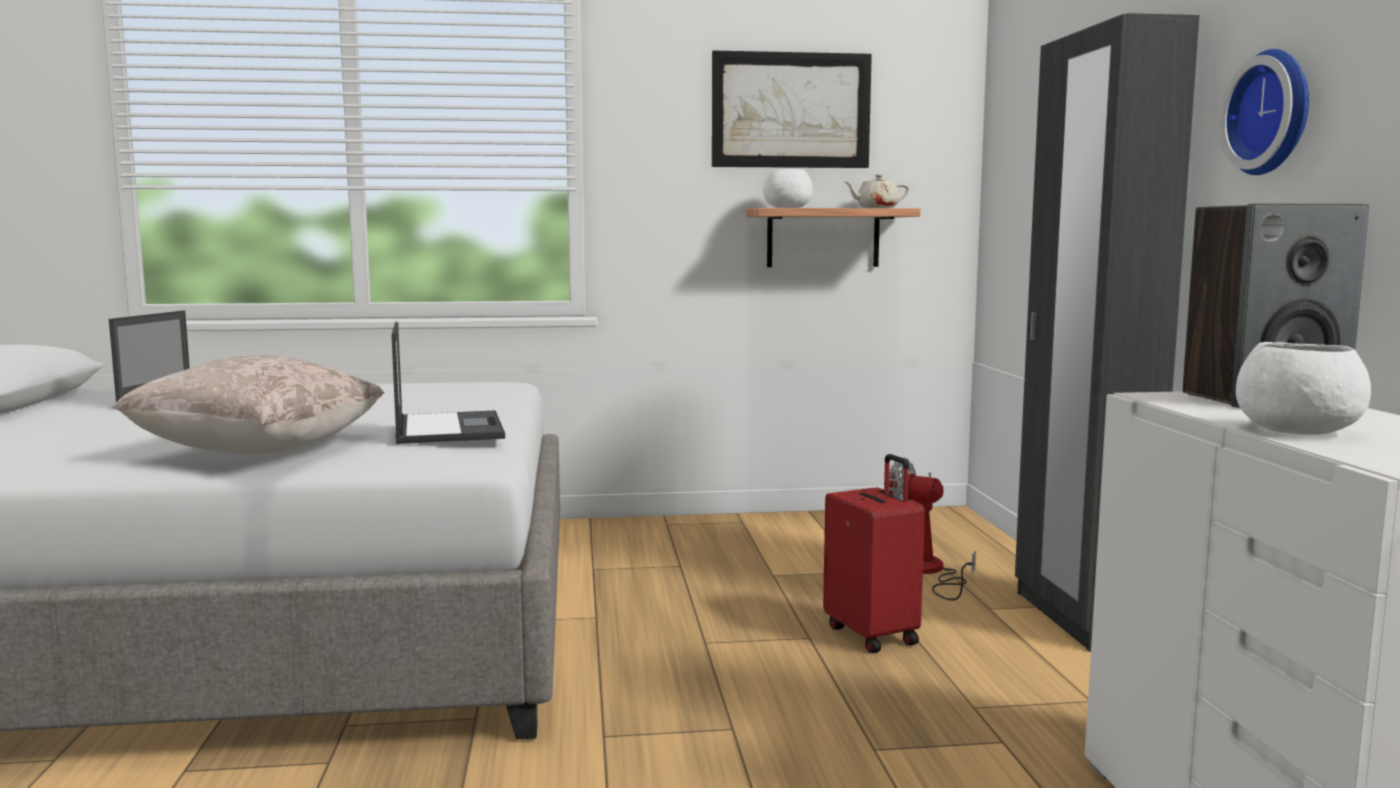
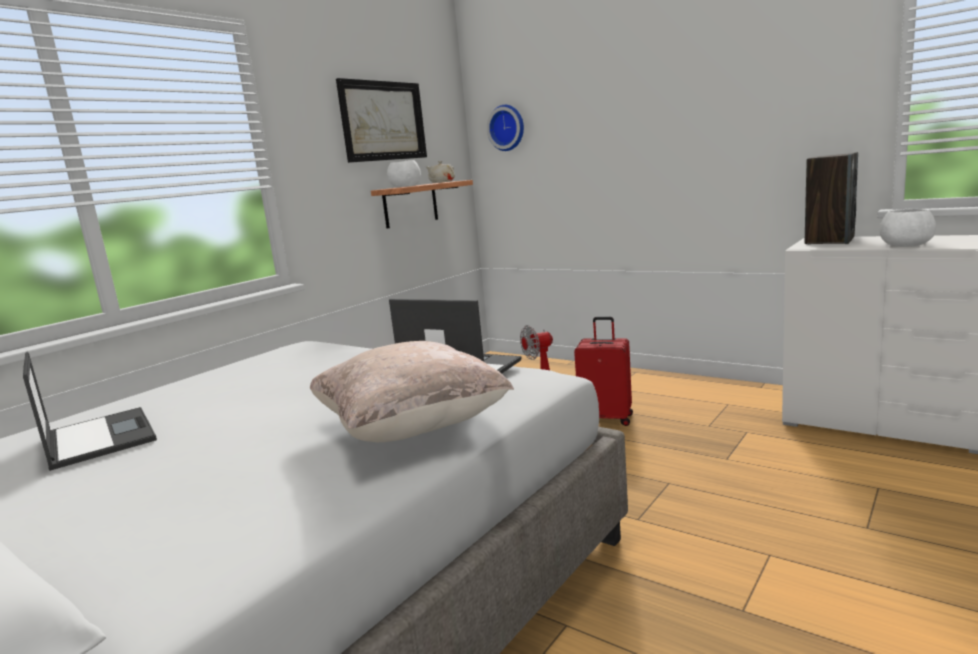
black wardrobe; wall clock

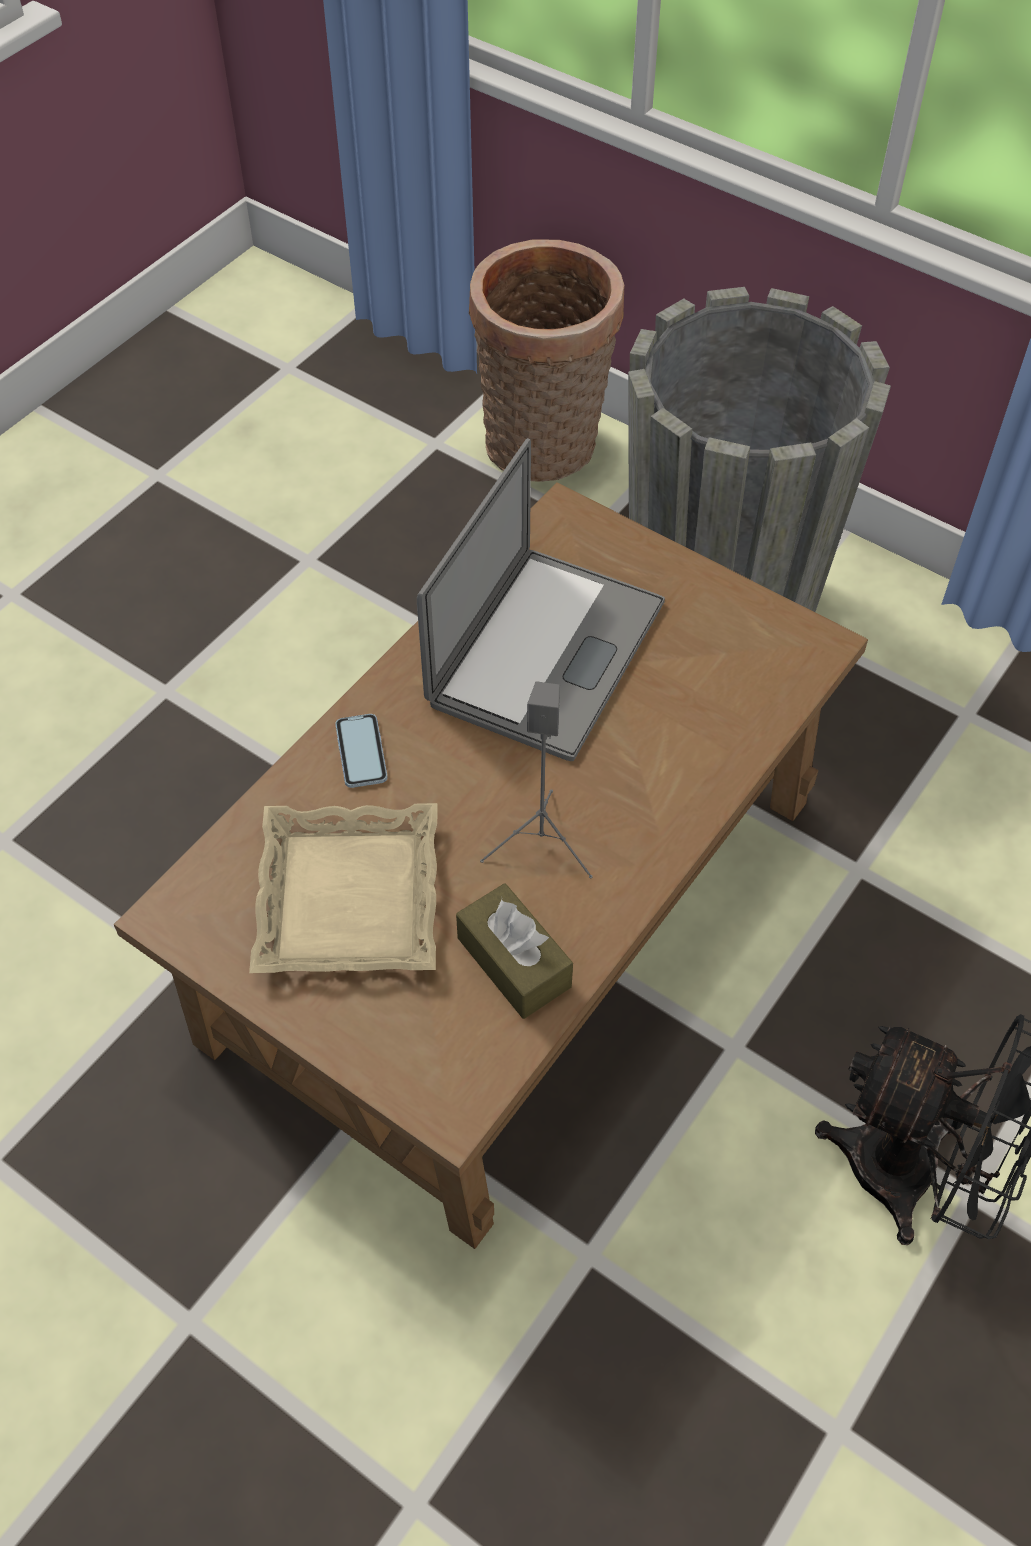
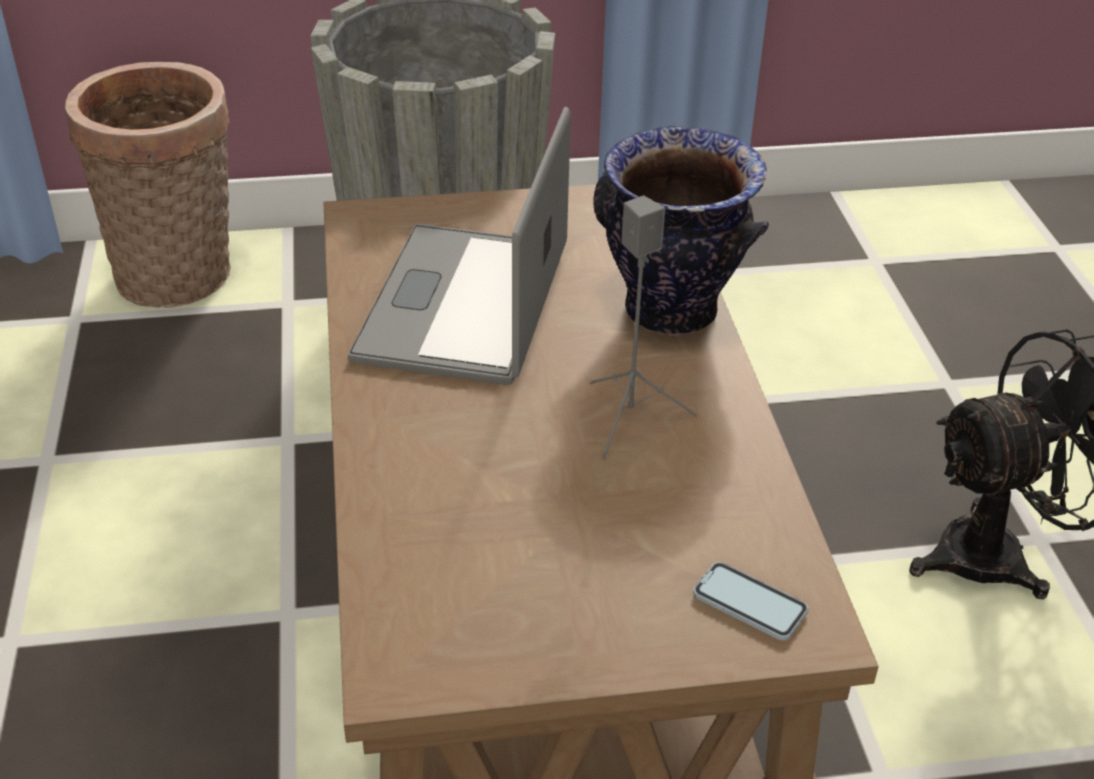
beige tray; brown tissue box; vase; phone; laptop

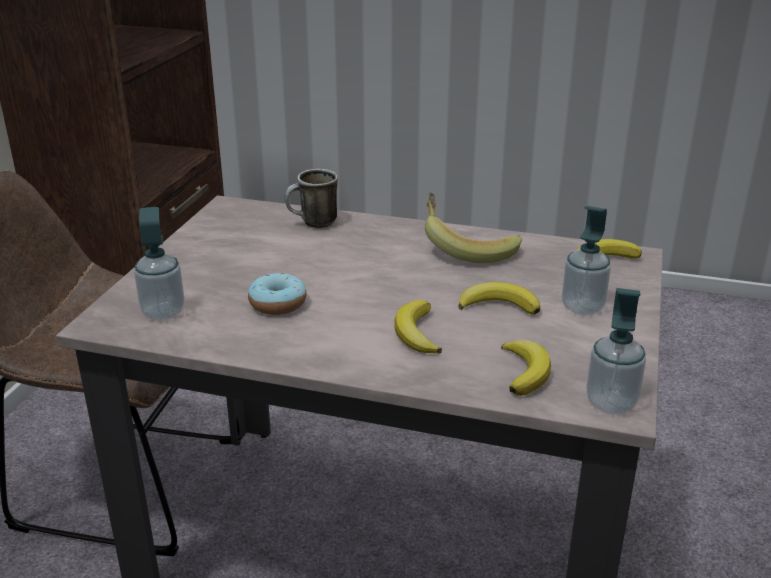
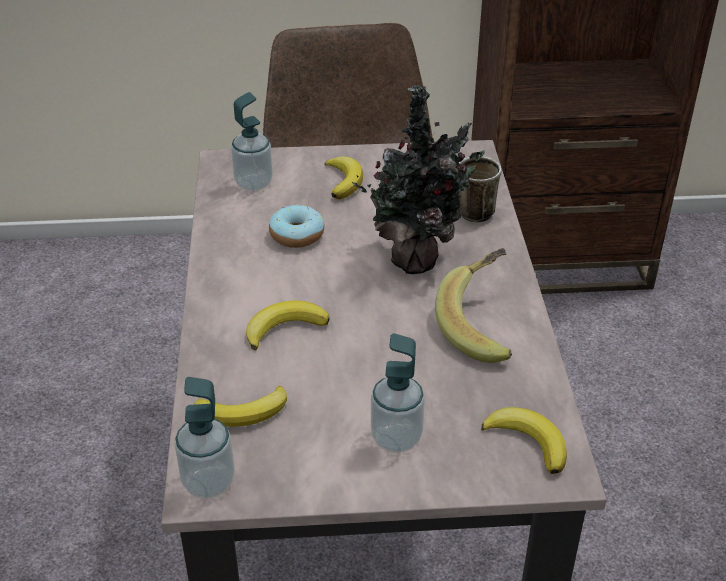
potted plant; banana (3rd from left)

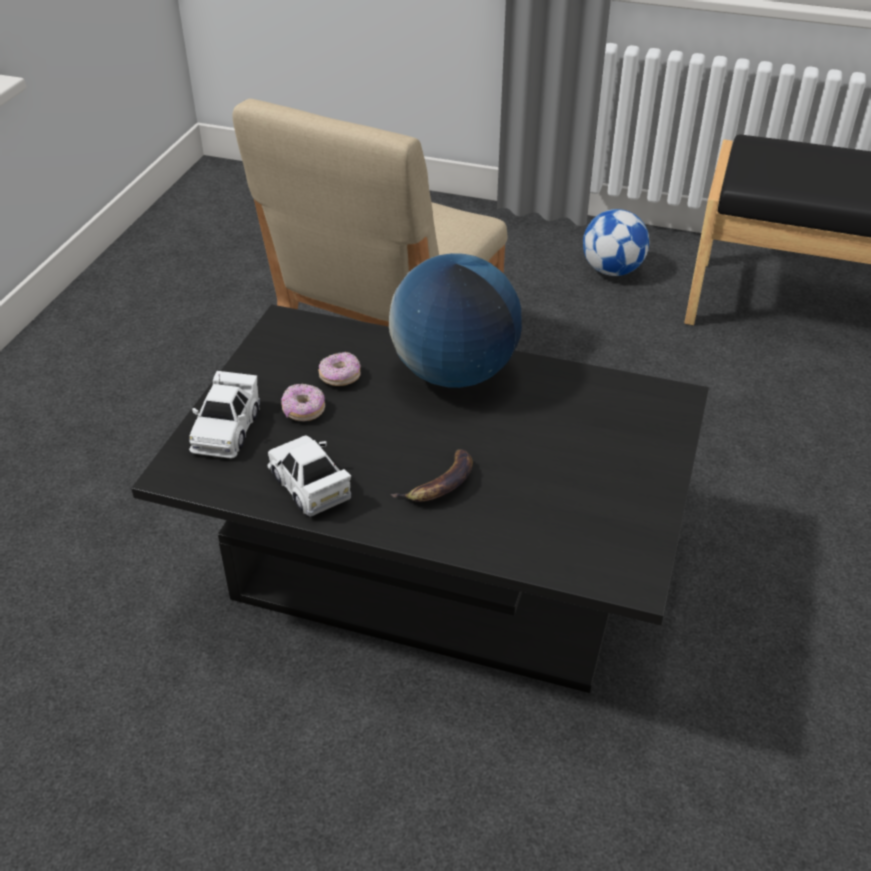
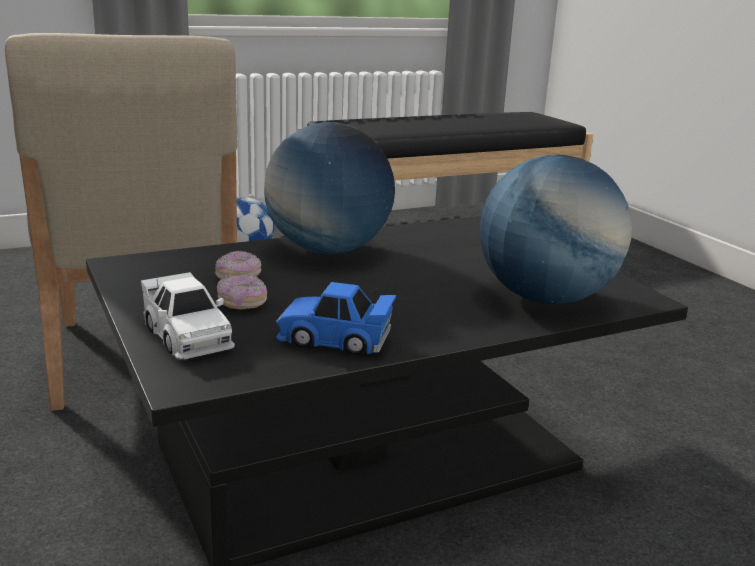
banana; globe (2nd from left); blue toy car

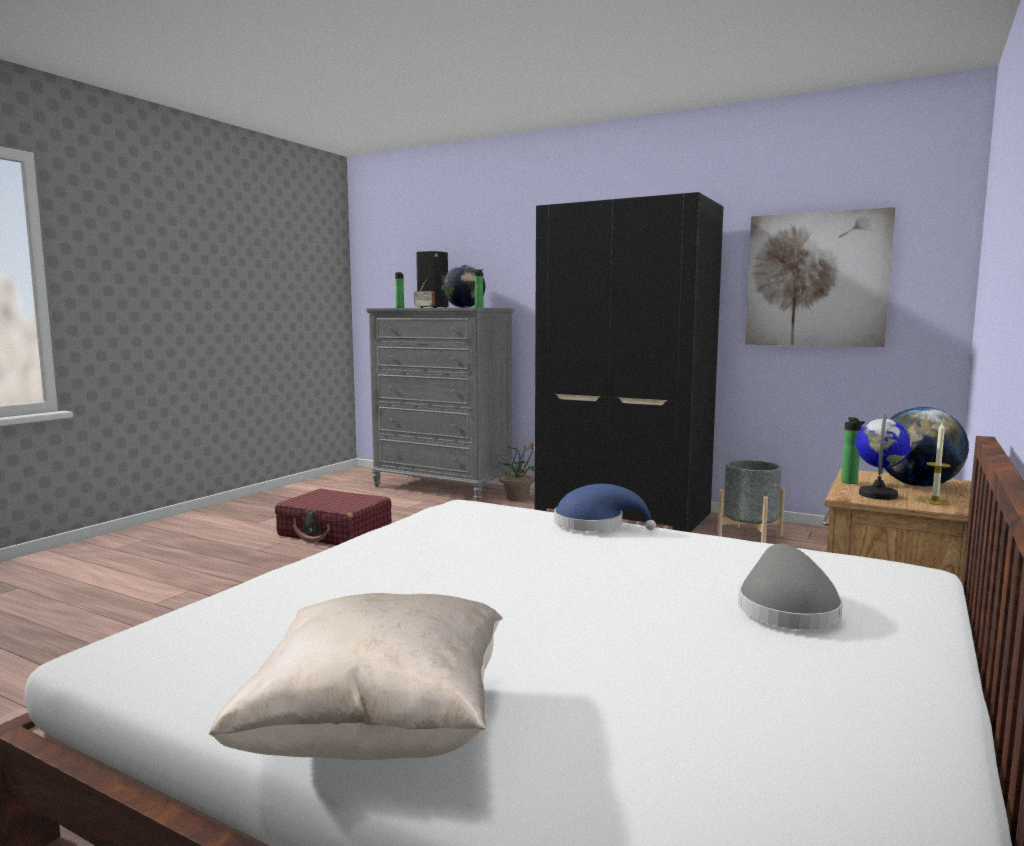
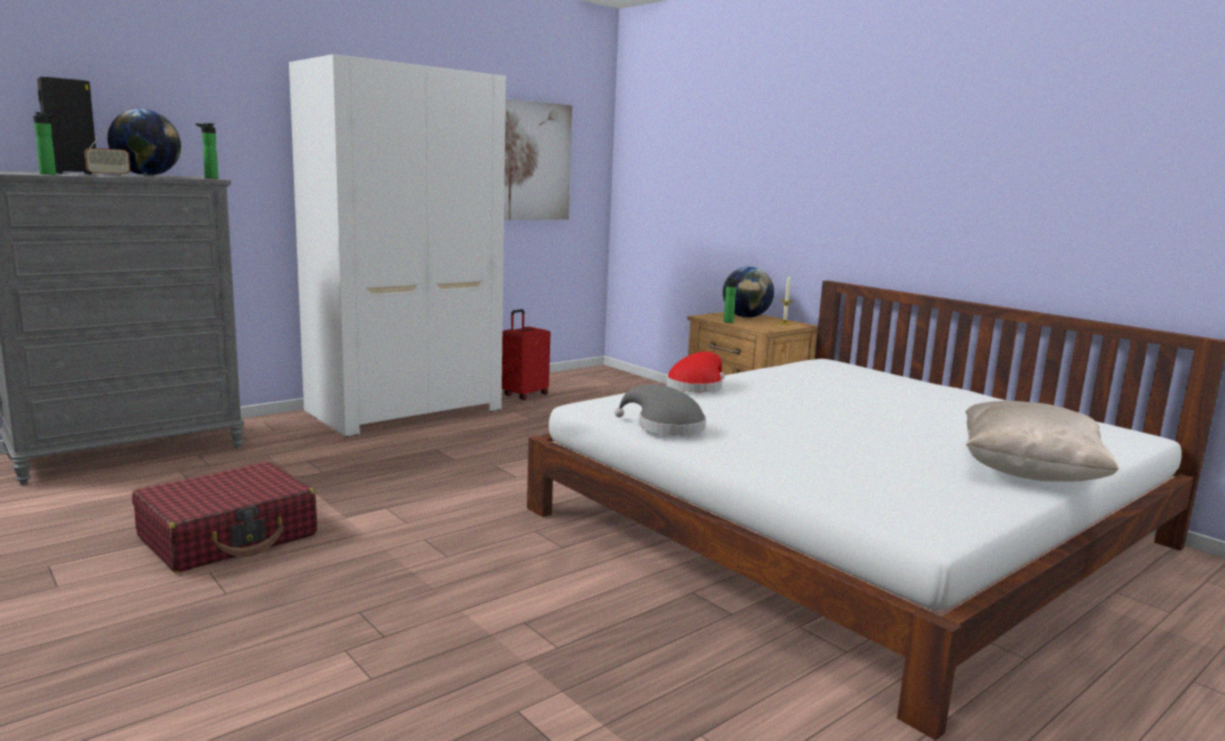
potted plant; globe (2nd from left in the first image); grey hat; red suitcase (2nd from left); white wardrobe; red hat

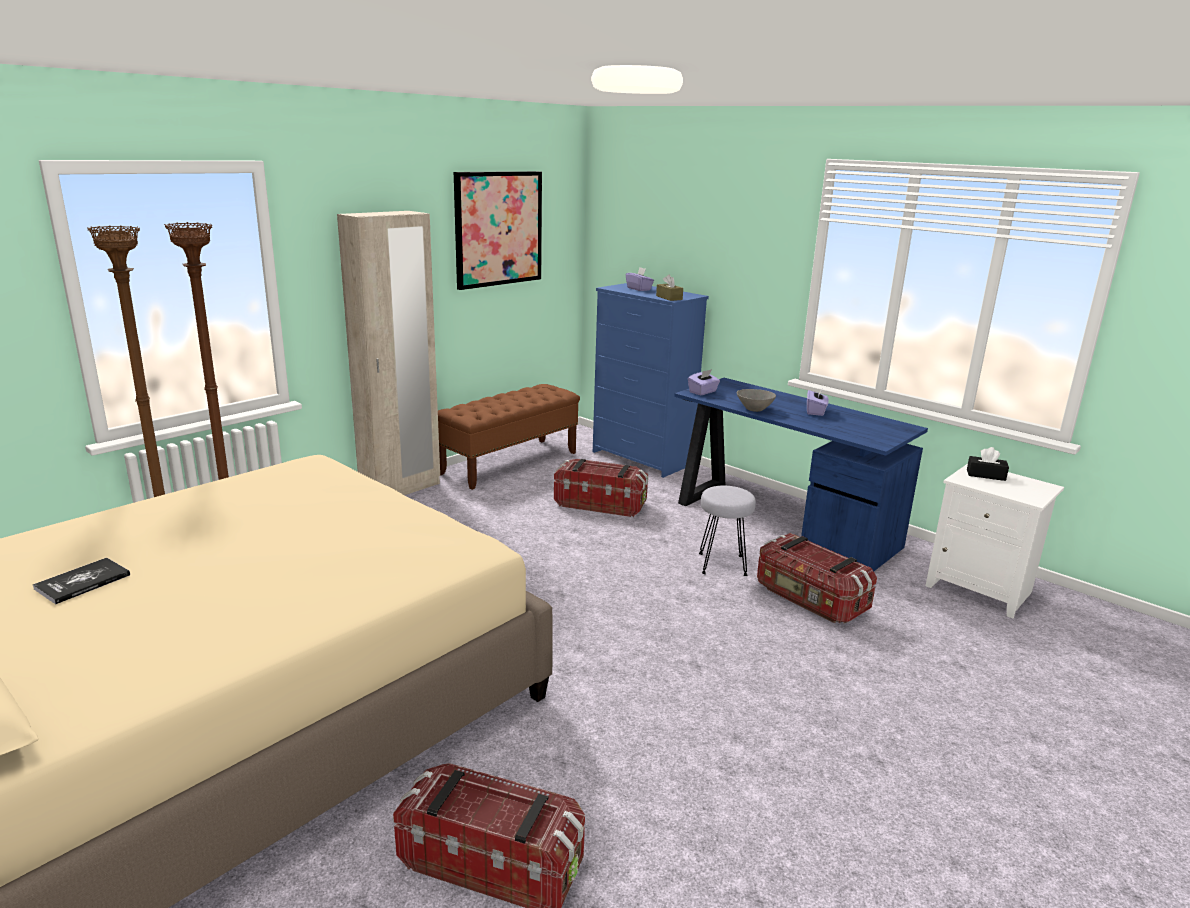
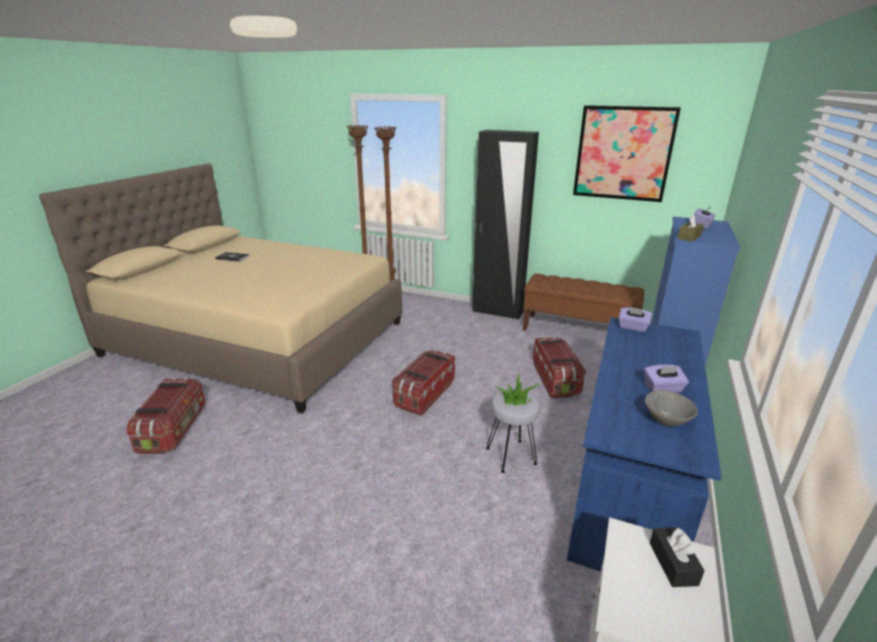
potted plant; grey bowl; storage box (2nd from left); black wardrobe

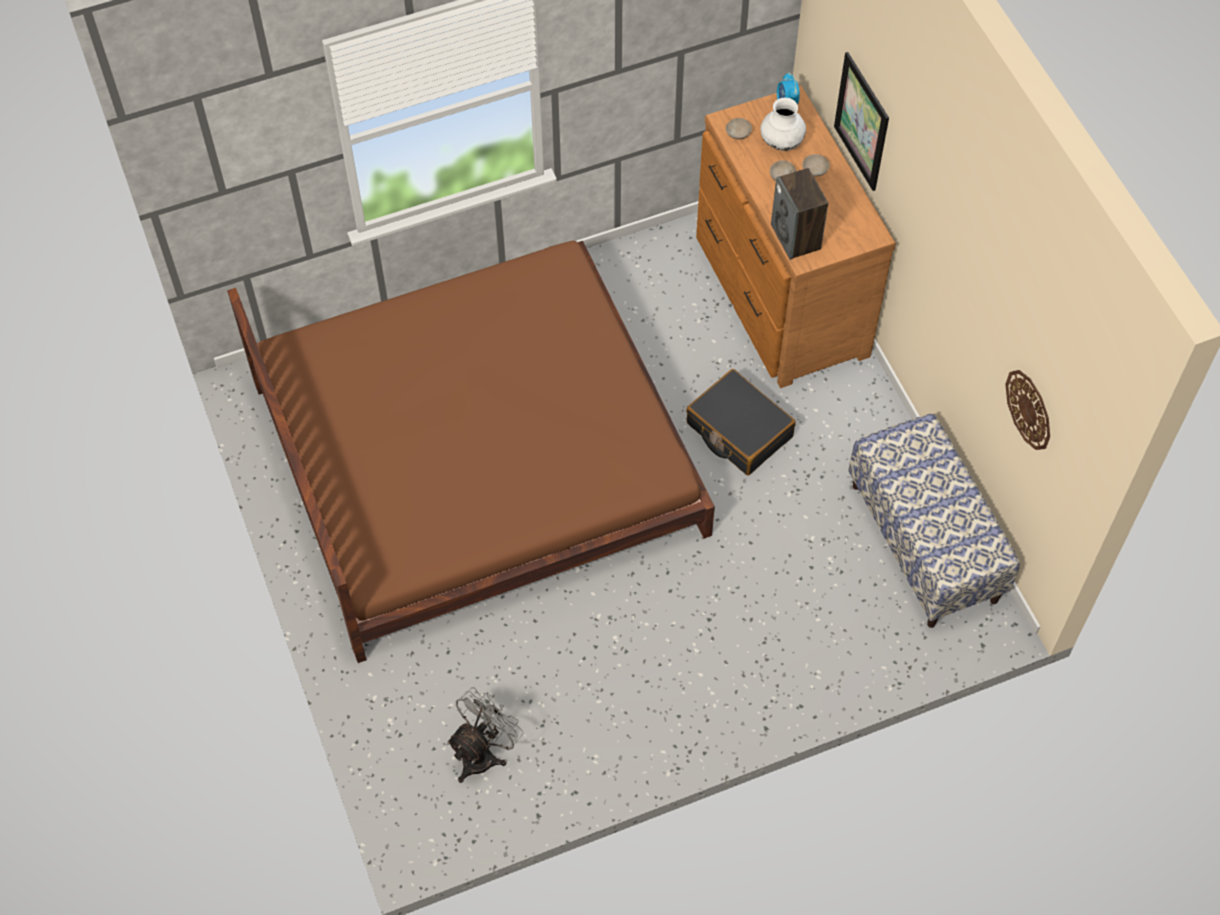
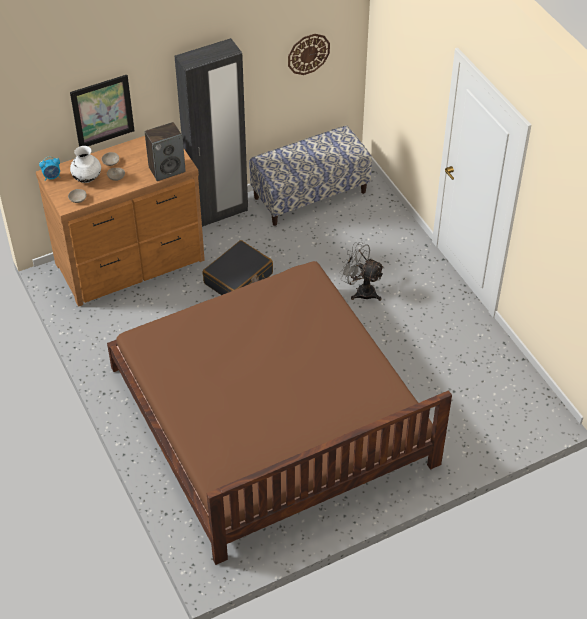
black wardrobe; grey fan

